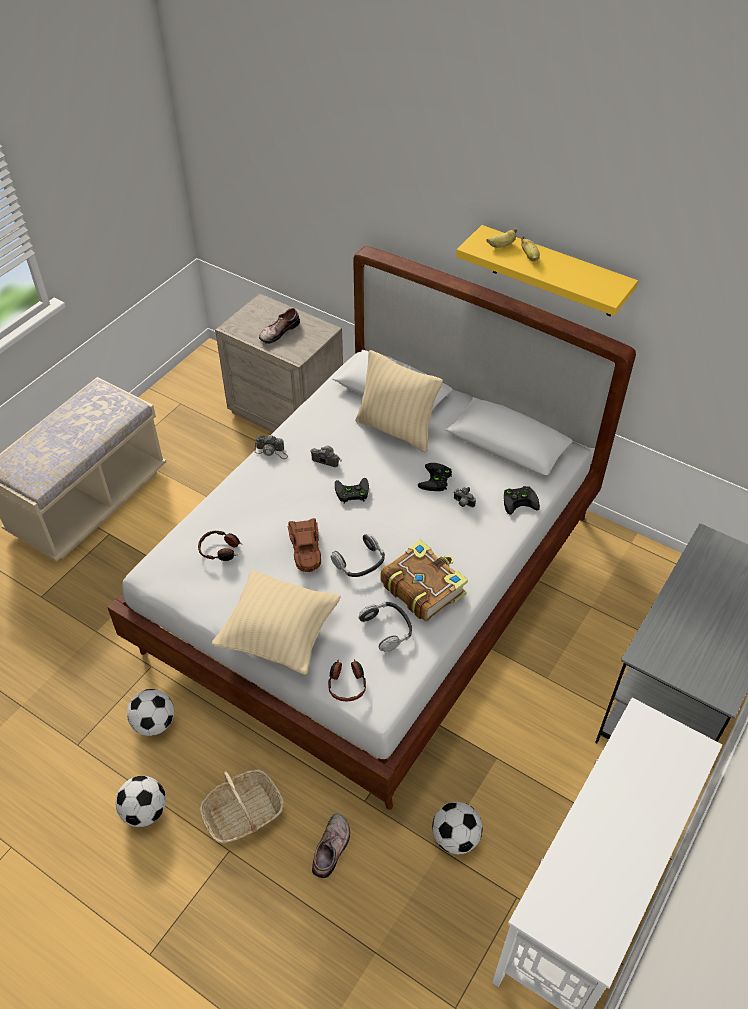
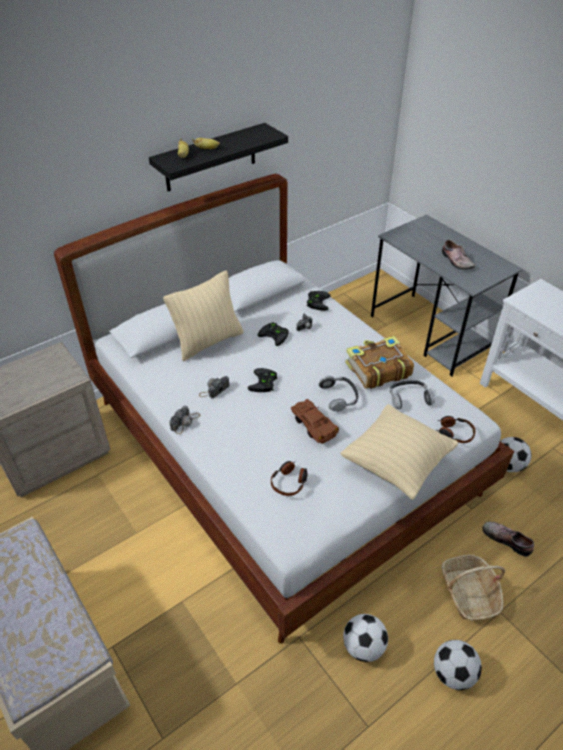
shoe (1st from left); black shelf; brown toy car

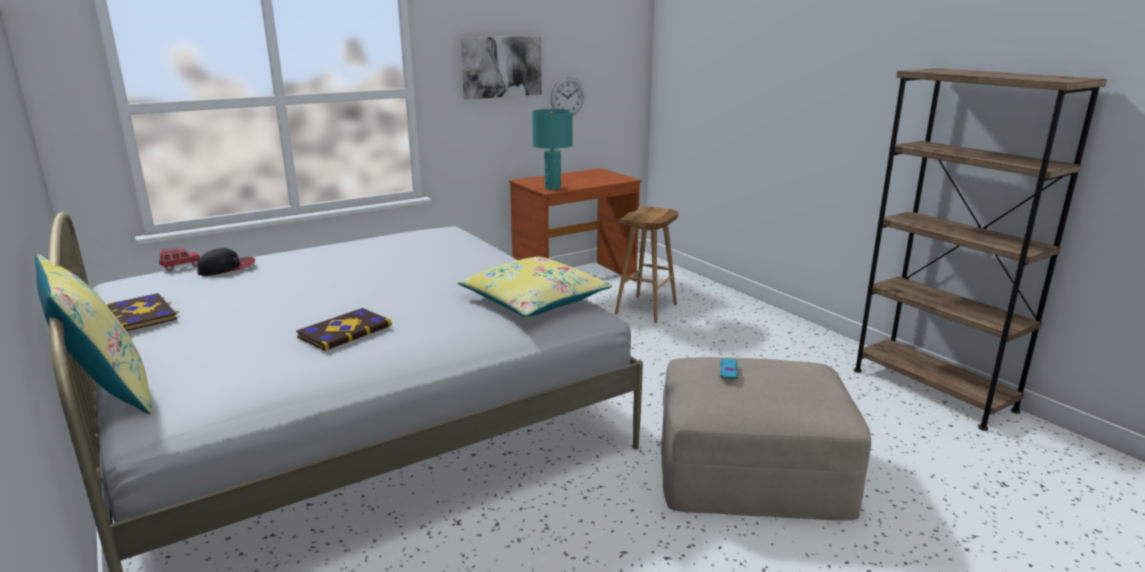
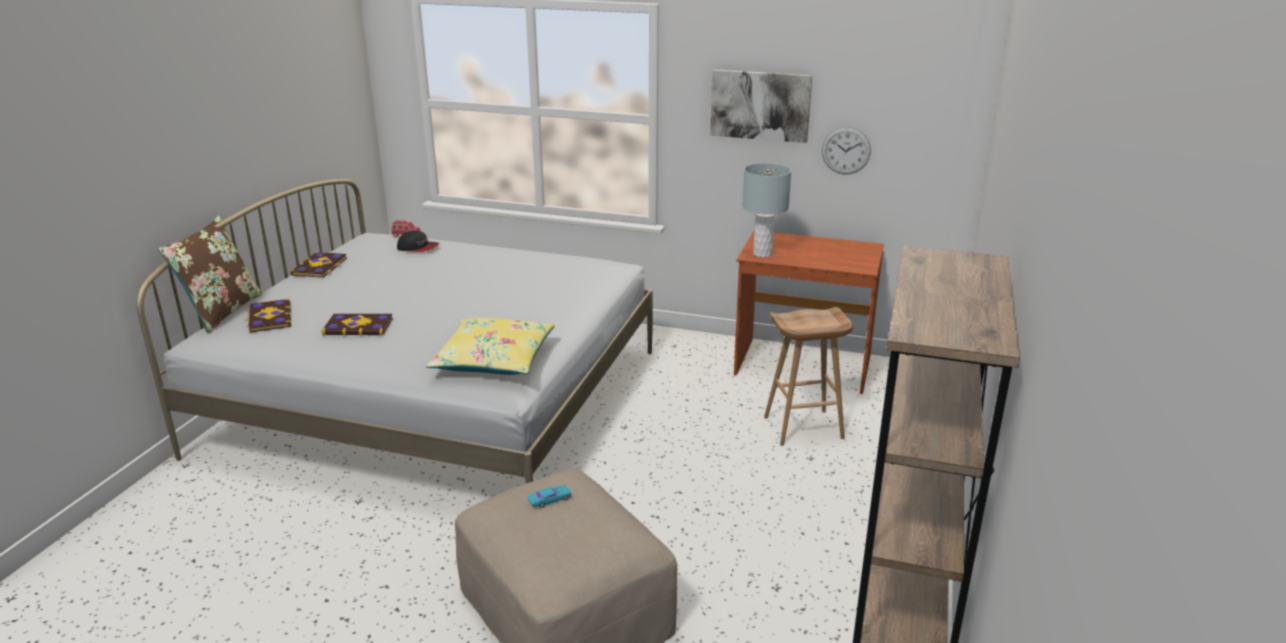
book (1st from left); brown pillow; grey table lamp

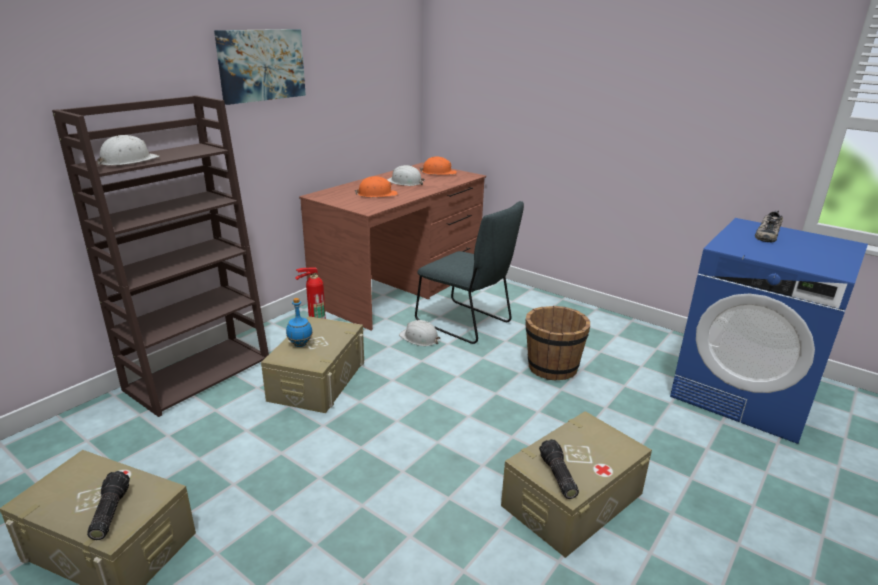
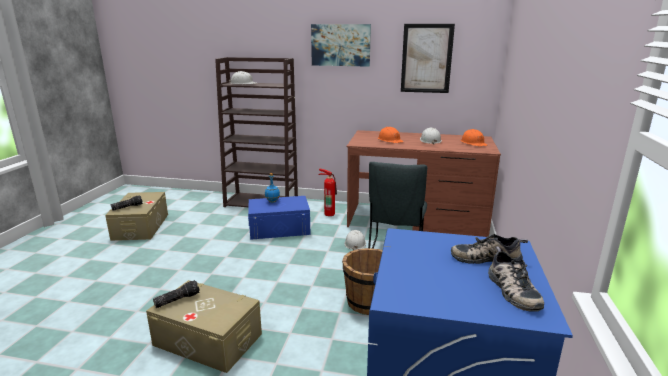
picture (2nd from left); shoe (2nd from left); blue storage box

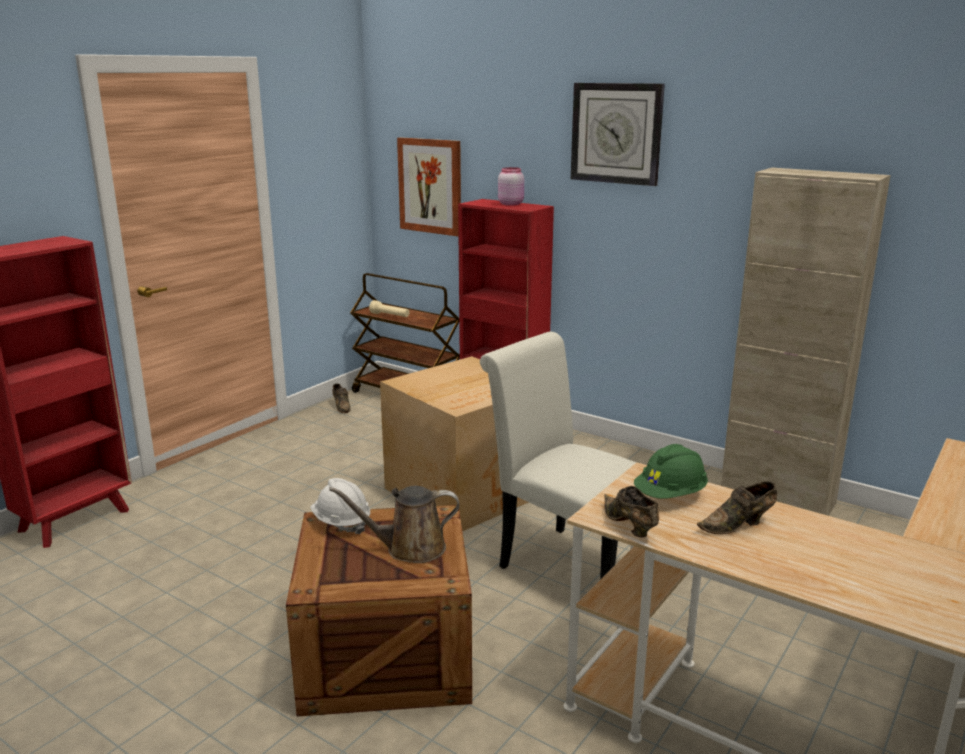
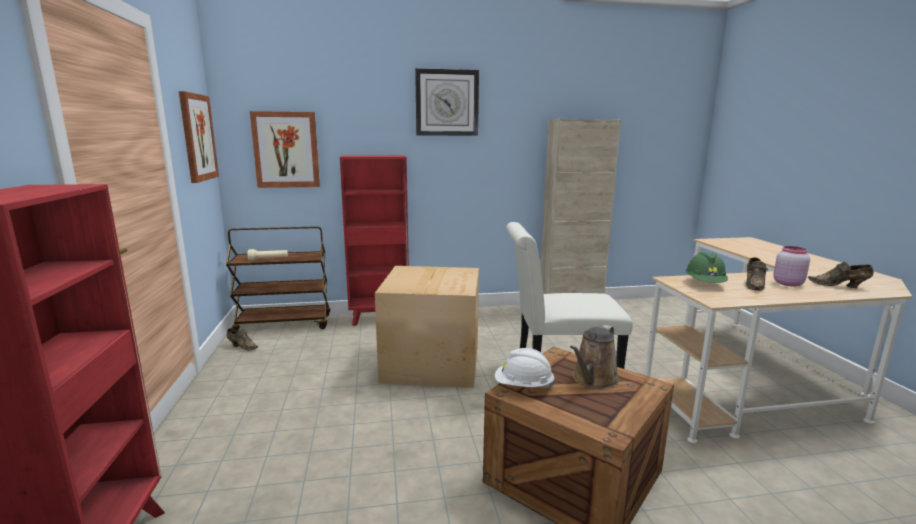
picture (1st from left); pink jar; brown shoe (3rd from left)

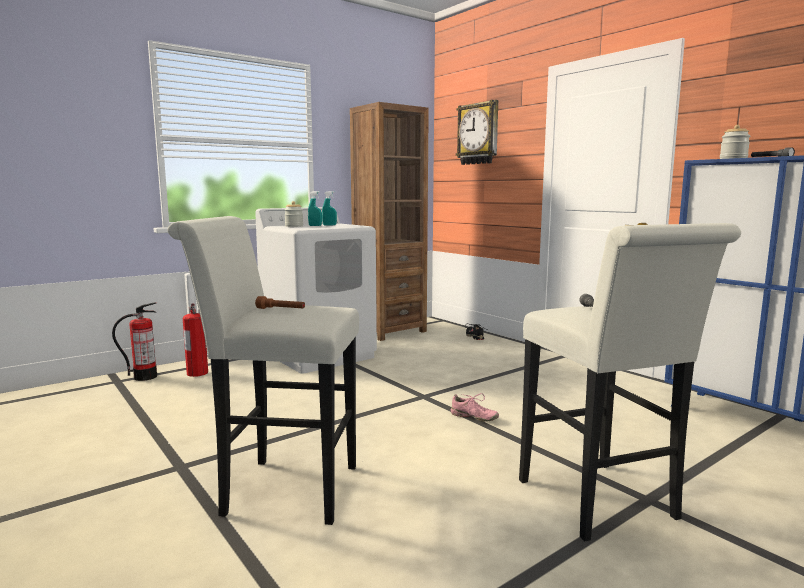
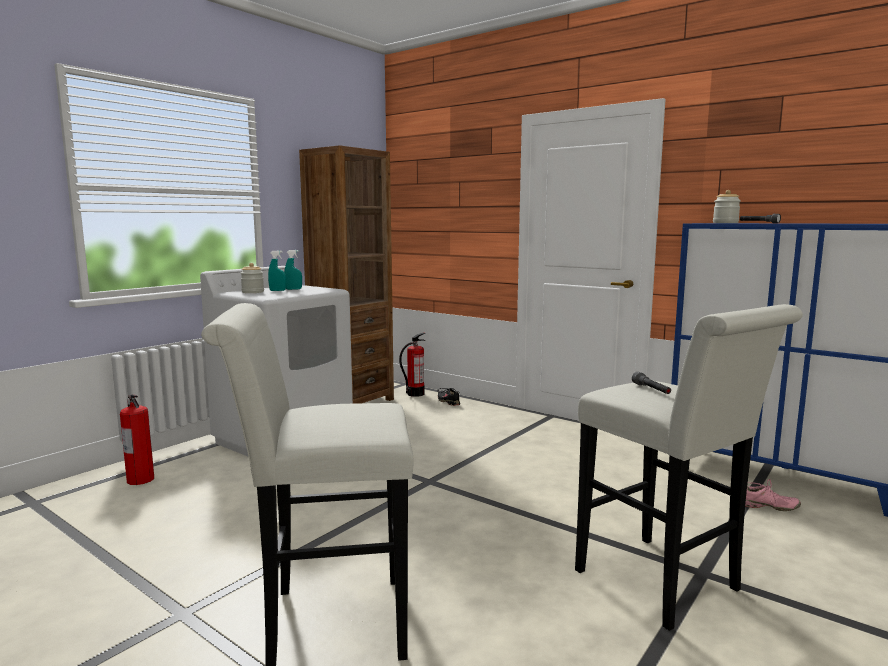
brown flashlight; wall clock; fire extinguisher (2nd from left); pink shoe

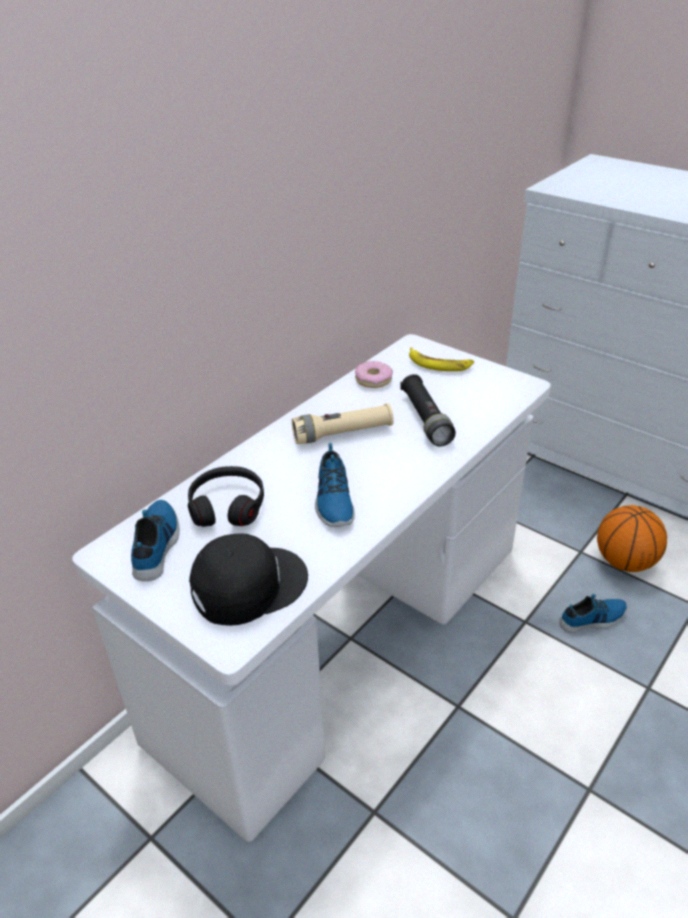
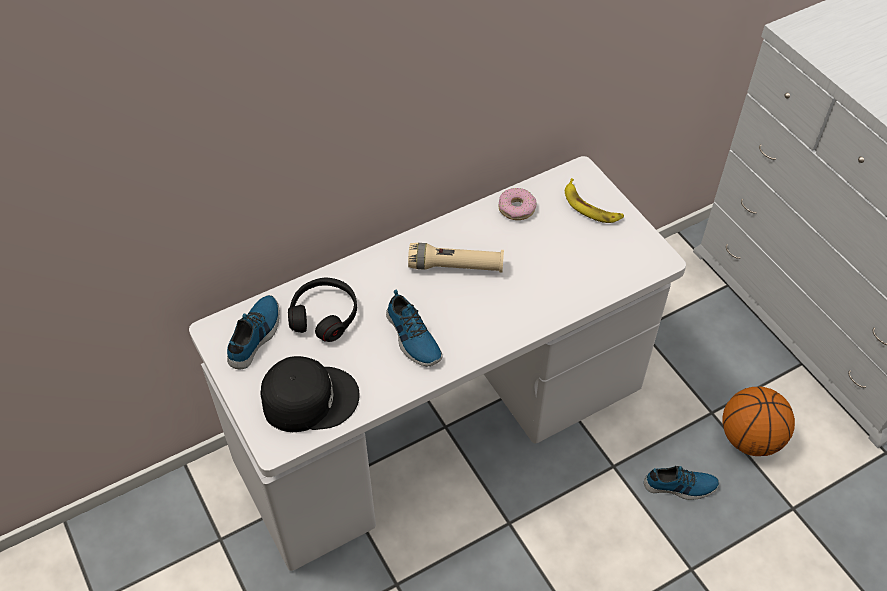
black flashlight; shoe (2nd from left)

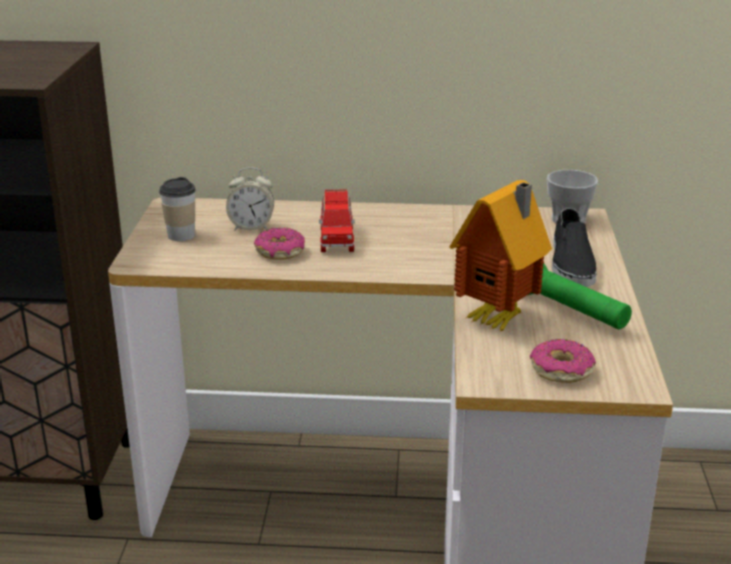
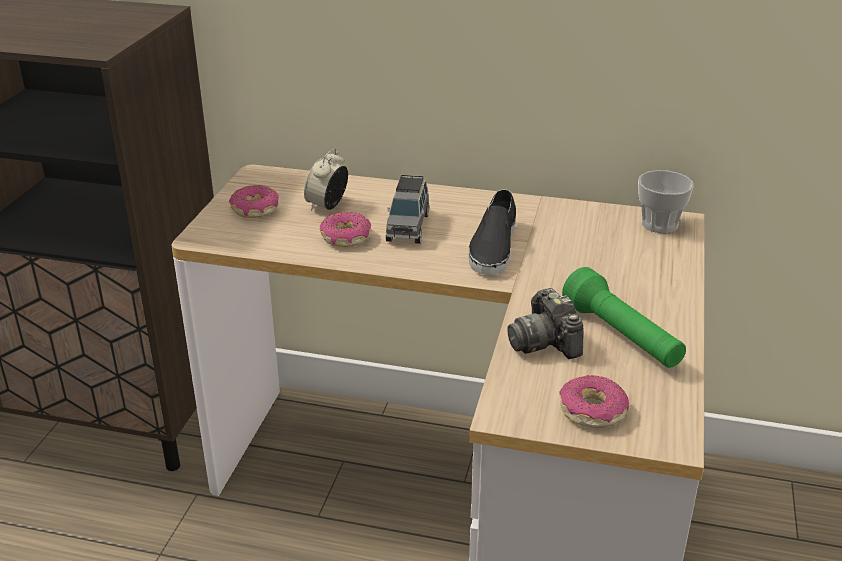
black shoe; donut (1st from left); photo camera; grey toy car; alarm clock

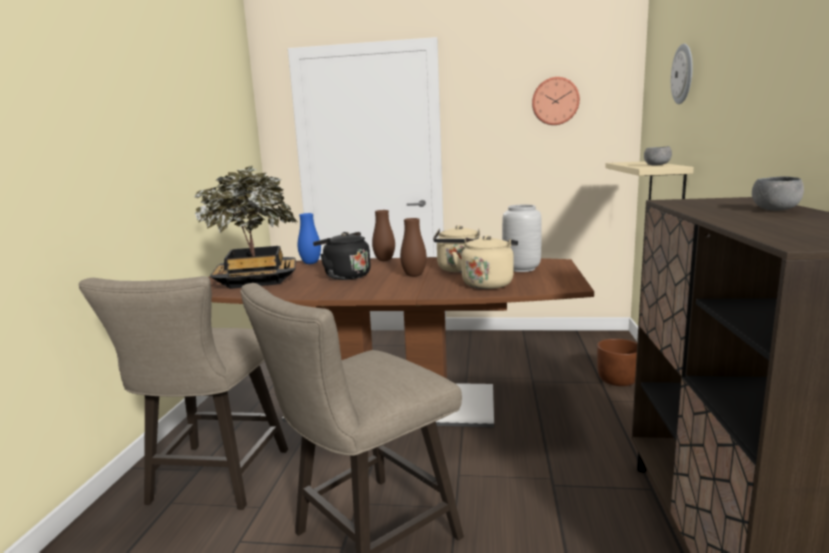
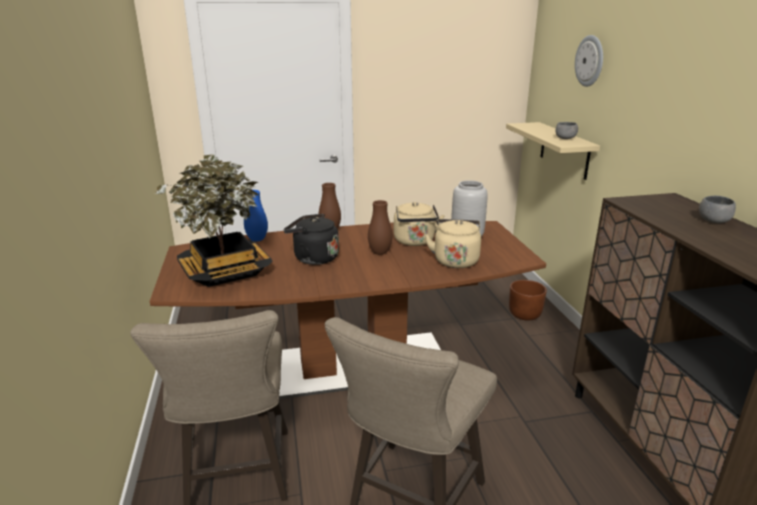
wall clock (1st from left in the first image)

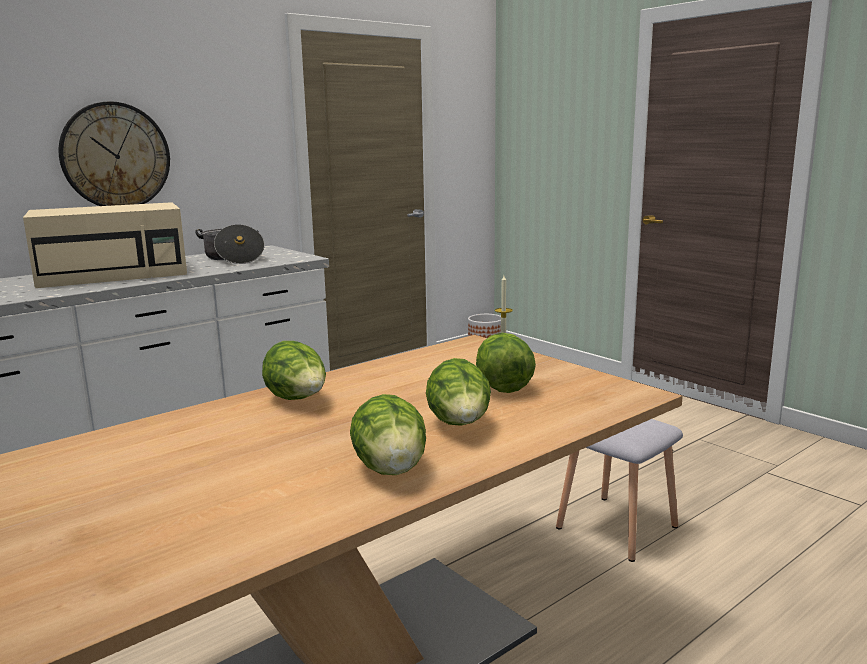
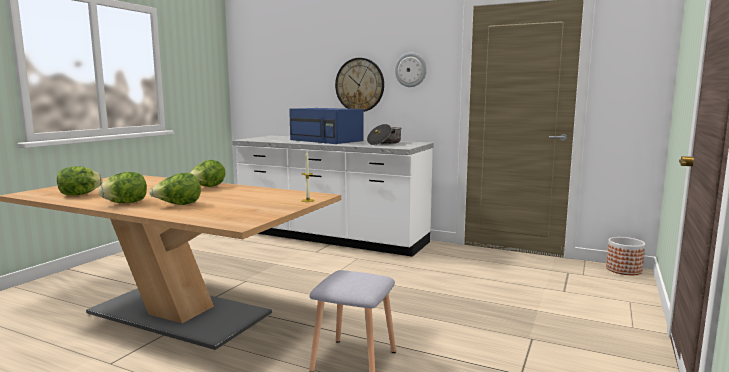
wall clock (2nd from left); lettuce (1st from left); blue microwave

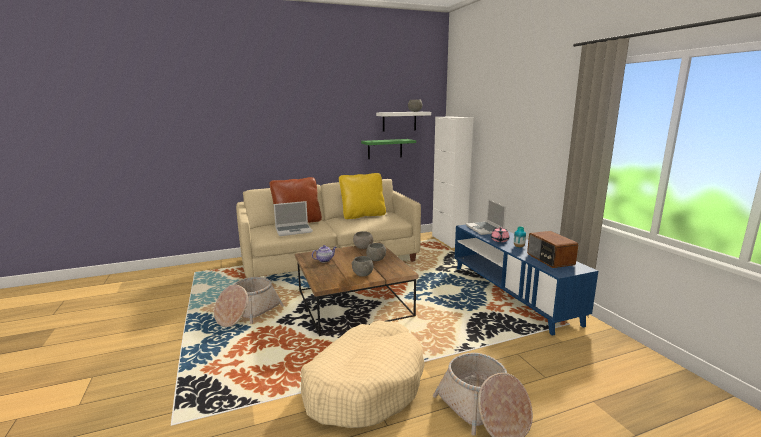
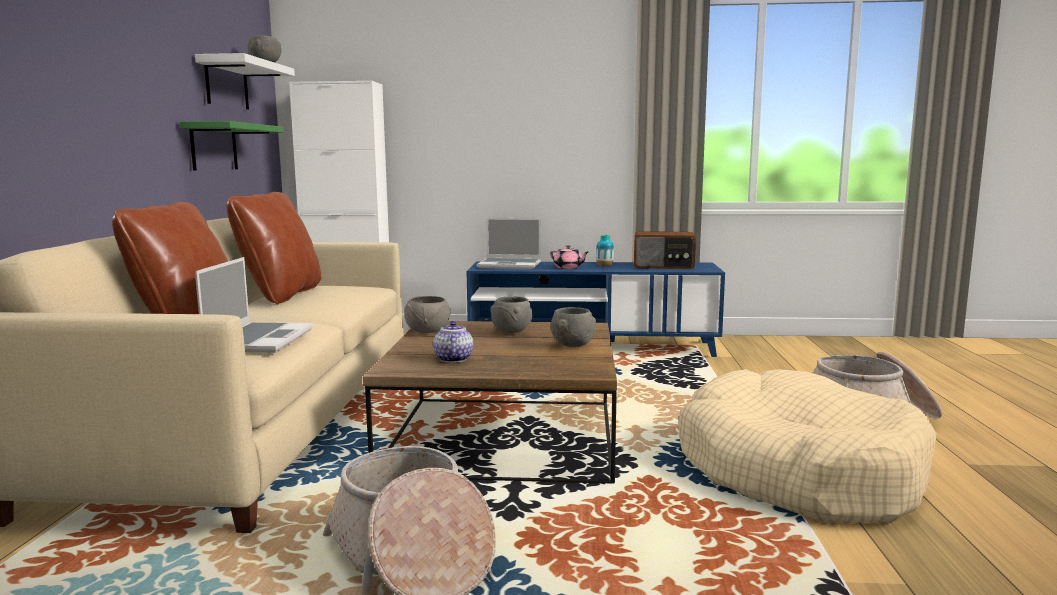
brown pillow (2nd from left)

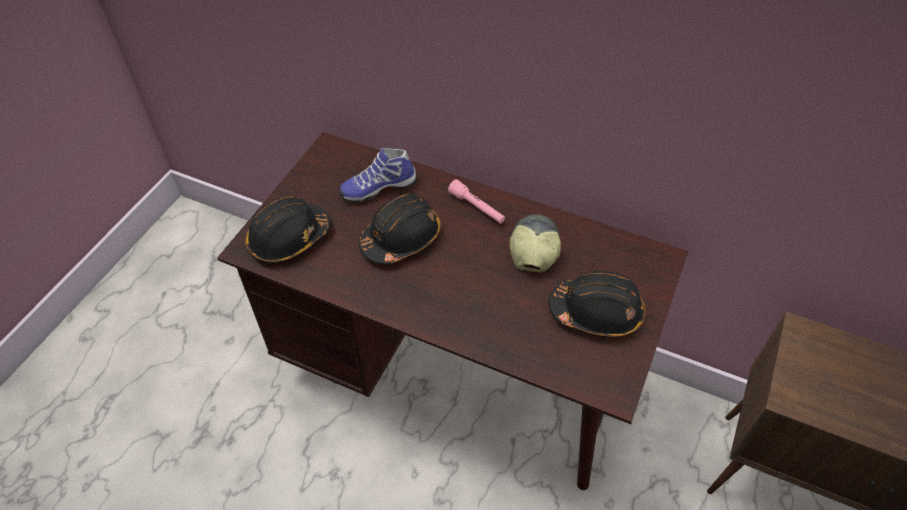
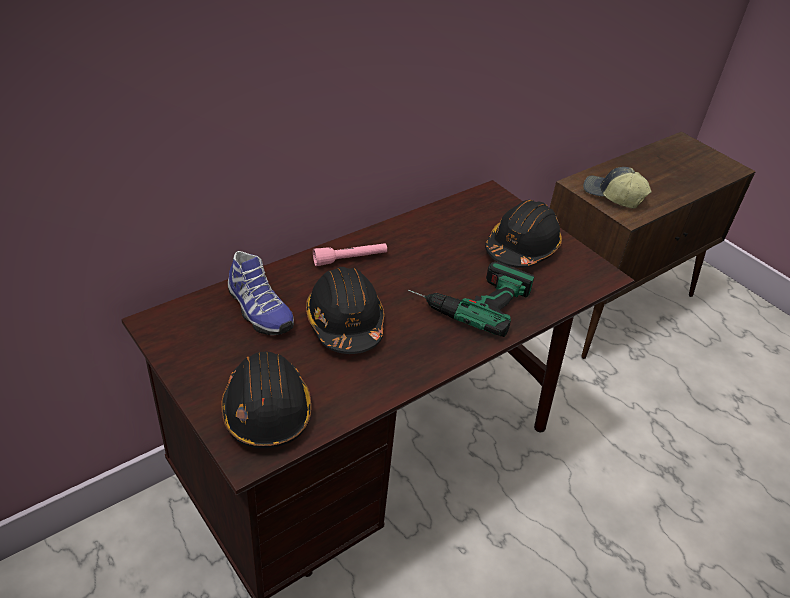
power drill; cap; shoe

